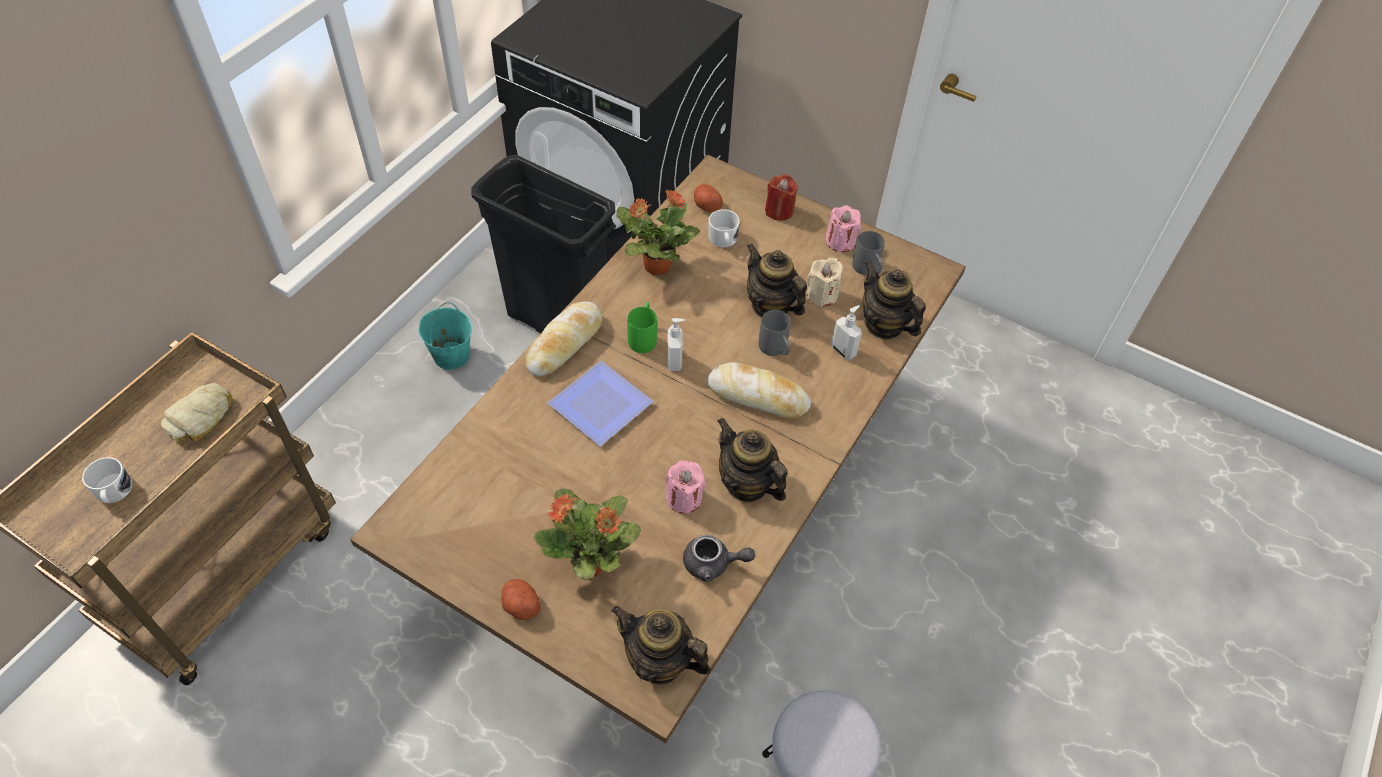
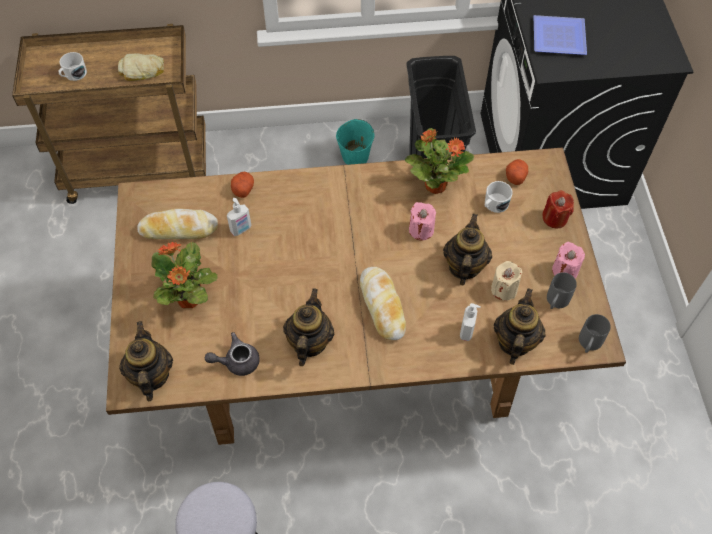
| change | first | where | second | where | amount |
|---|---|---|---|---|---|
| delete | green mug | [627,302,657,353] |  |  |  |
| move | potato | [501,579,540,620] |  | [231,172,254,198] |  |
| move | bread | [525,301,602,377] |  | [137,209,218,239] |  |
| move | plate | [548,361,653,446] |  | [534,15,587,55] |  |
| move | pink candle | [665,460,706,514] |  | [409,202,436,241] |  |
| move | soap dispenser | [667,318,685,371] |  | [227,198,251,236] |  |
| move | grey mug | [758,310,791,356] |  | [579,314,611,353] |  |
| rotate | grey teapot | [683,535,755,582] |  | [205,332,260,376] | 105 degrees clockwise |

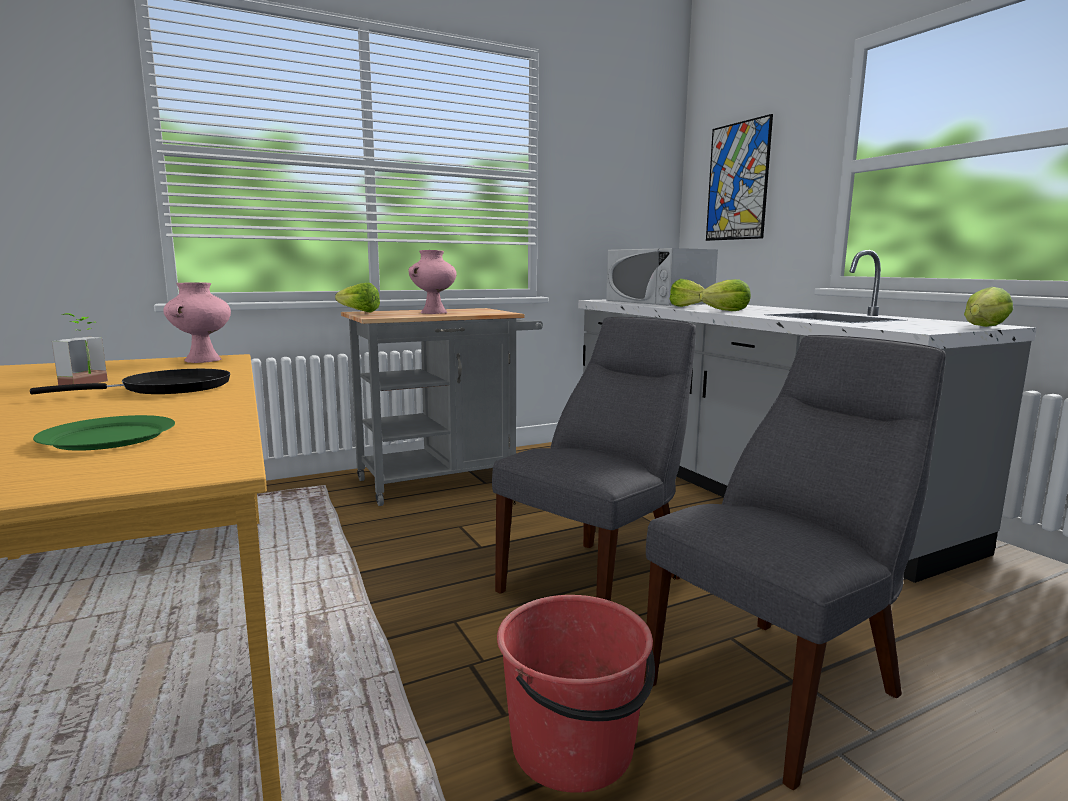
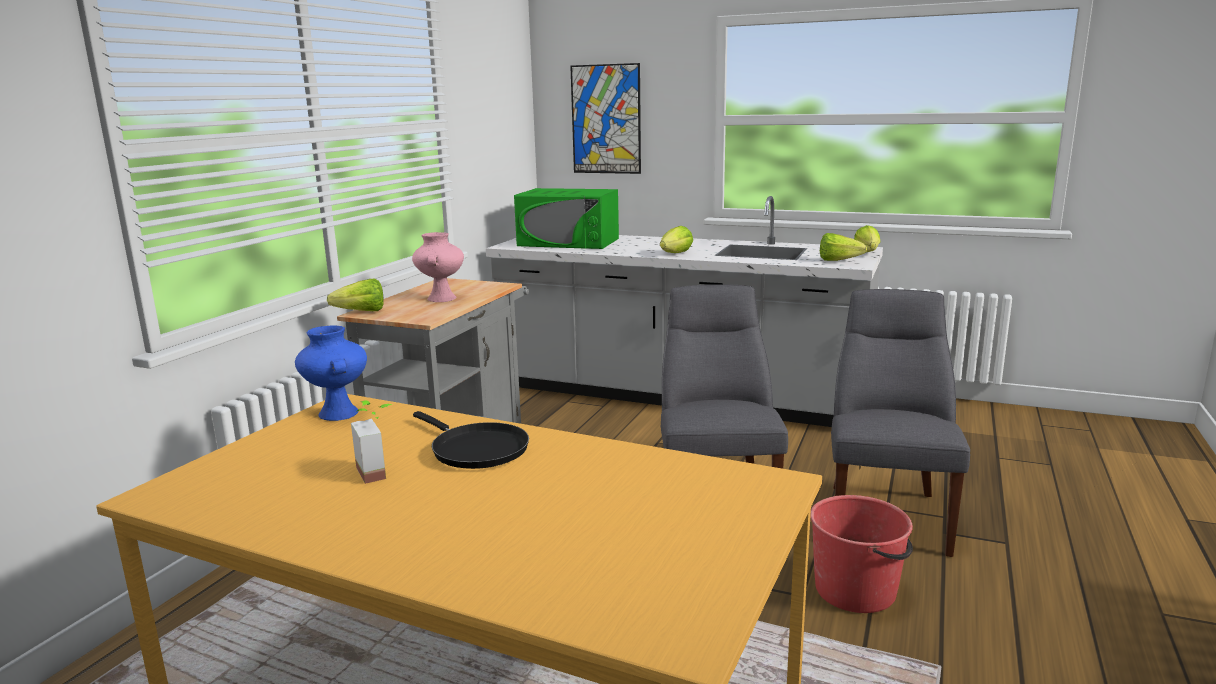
| change | first | where | second | where | amount |
|---|---|---|---|---|---|
| delete | green plate | [33,415,175,451] |  |  |  |
| move | lettuce | [670,279,704,307] |  | [820,233,867,261] |  |
| recolor | pink vase | [163,282,231,363] | blue vase | [295,325,367,421] |  |
| recolor | white microwave | [606,248,718,306] | green microwave | [514,188,619,249] |  |
| rotate | black frying pan | [30,369,231,394] |  | [413,411,529,469] | 120 degrees clockwise |

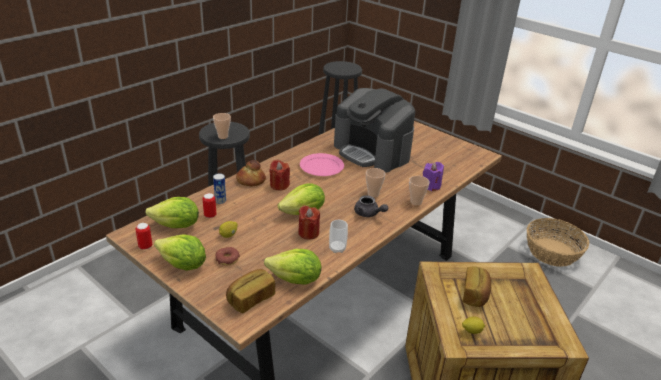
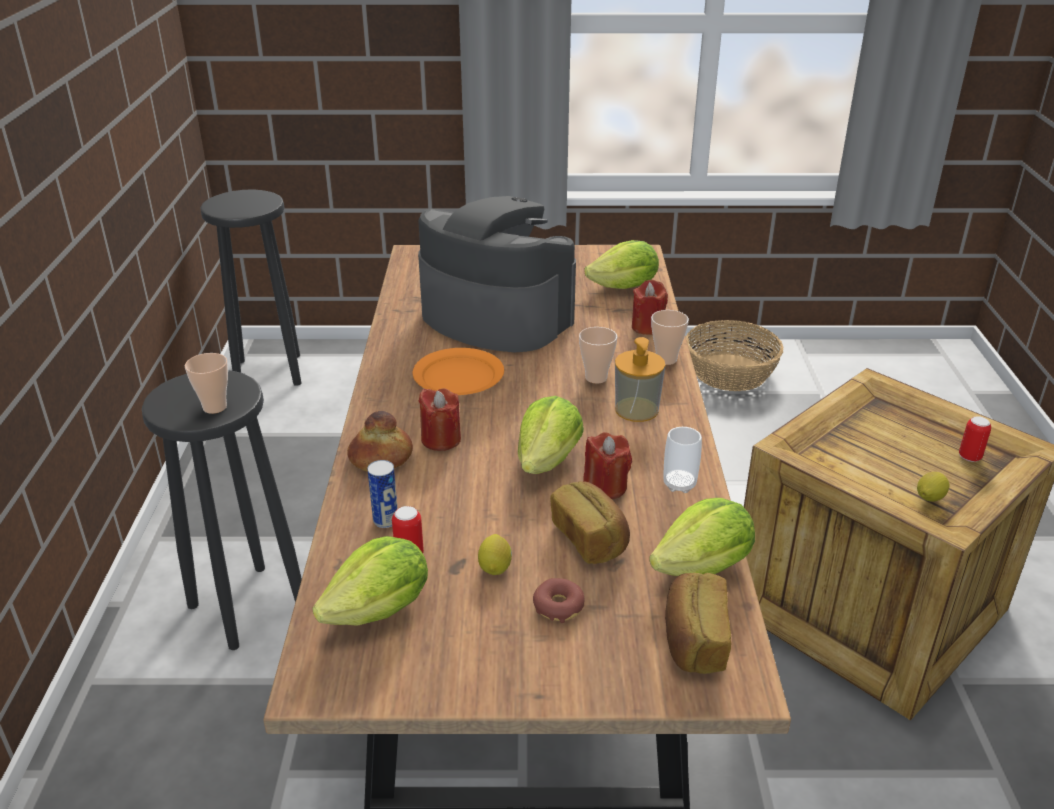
| change | first | where | second | where | amount |
|---|---|---|---|---|---|
| move | can | [136,223,152,250] |  | [959,416,991,462] |  |
| move | lettuce | [154,234,206,271] |  | [585,240,659,289] |  |
| move | bread | [463,266,491,307] |  | [550,481,630,564] |  |
| replace | grey teapot | [354,195,388,217] | soap dispenser | [615,337,665,422] |  |
| recolor | pink plate | [300,153,344,176] | orange plate | [413,348,504,395] |  |
| recolor | purple candle | [423,162,444,191] | red candle | [632,280,668,335] |  |
| rotate | coffee machine | [334,88,415,173] |  | [418,196,576,352] | 150 degrees counterclockwise |

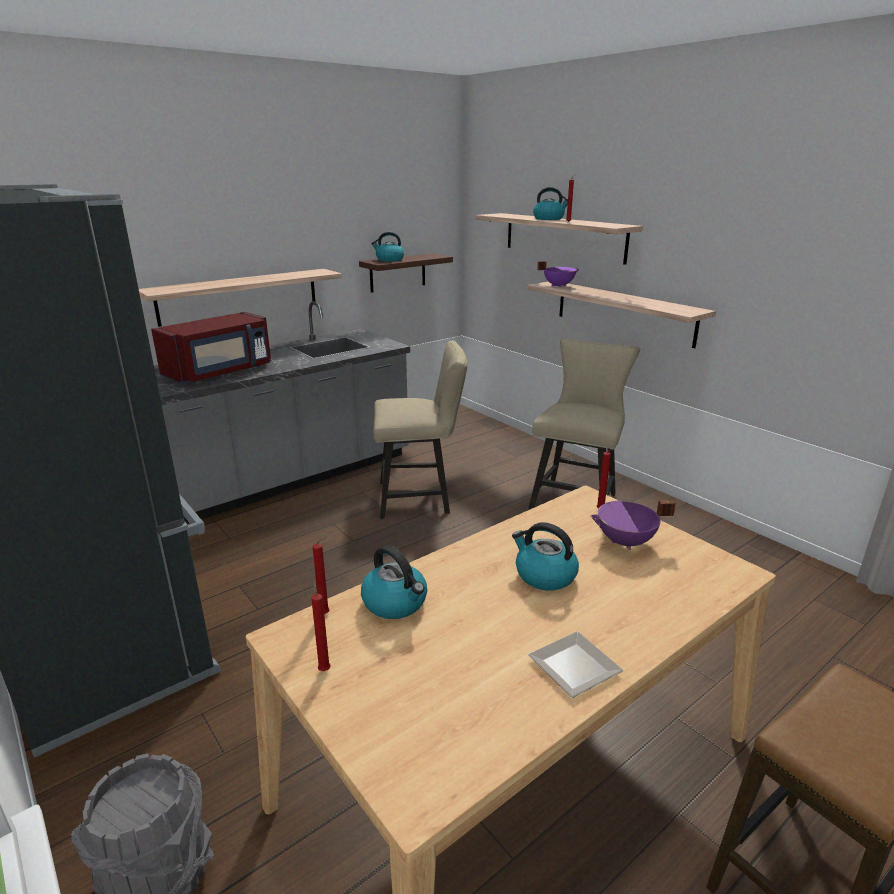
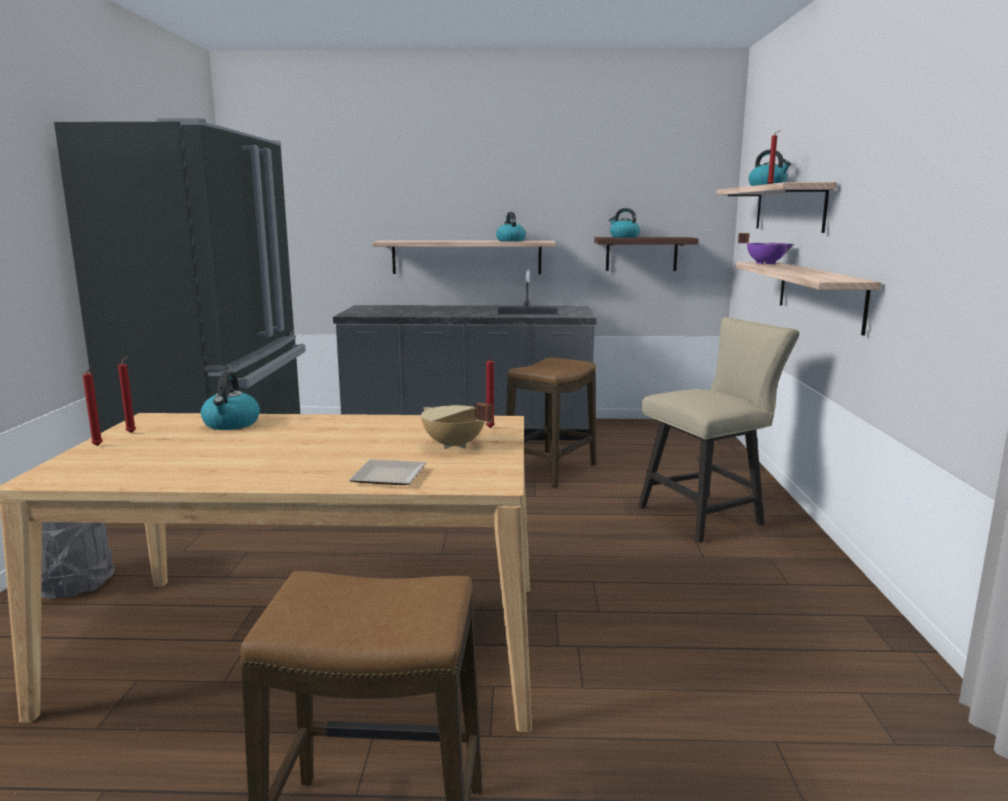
| change | first | where | second | where | amount |
|---|---|---|---|---|---|
| delete | red microwave | [151,312,271,384] |  |  |  |
| move | red candle | [312,536,329,614] |  | [83,367,103,446] |  |
| move | kettle | [512,522,579,591] |  | [496,212,526,242] |  |
| move | plate | [528,631,623,698] |  | [349,459,426,485] |  |
| replace | beige chair | [373,341,468,519] | stool | [506,357,596,489] |  |
| recolor | purple cooking pot | [590,500,676,550] | beige cooking pot | [421,402,492,449] |  |

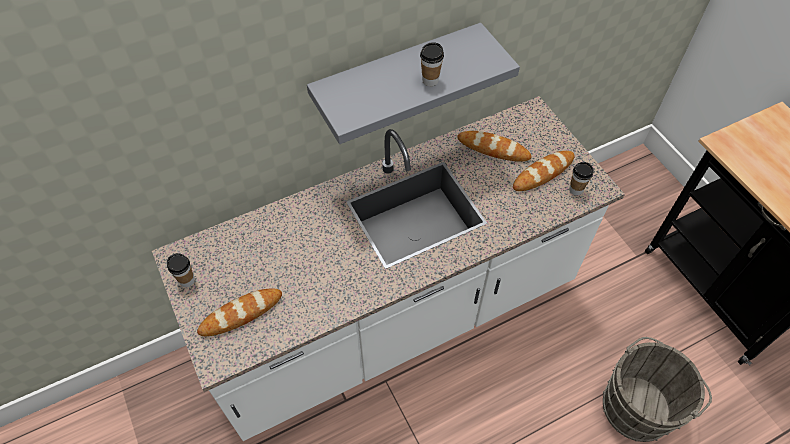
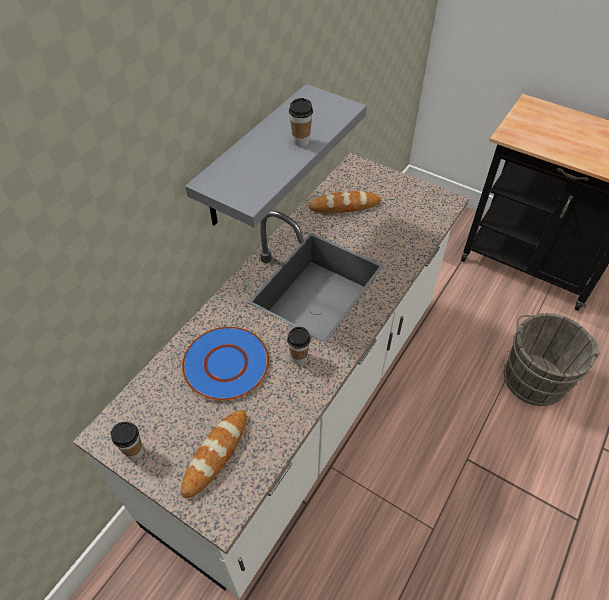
| change | first | where | second | where | amount |
|---|---|---|---|---|---|
| delete | bread | [513,151,575,191] |  |  |  |
| insert |  |  | blue plate | [182,327,269,401] |  |
| move | cup | [569,162,593,195] |  | [287,327,311,364] |  |

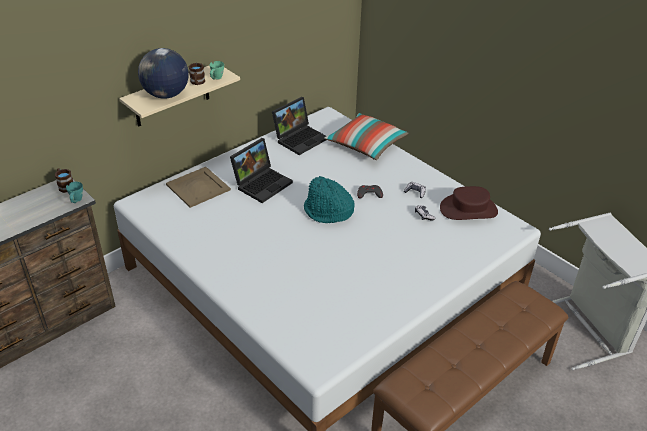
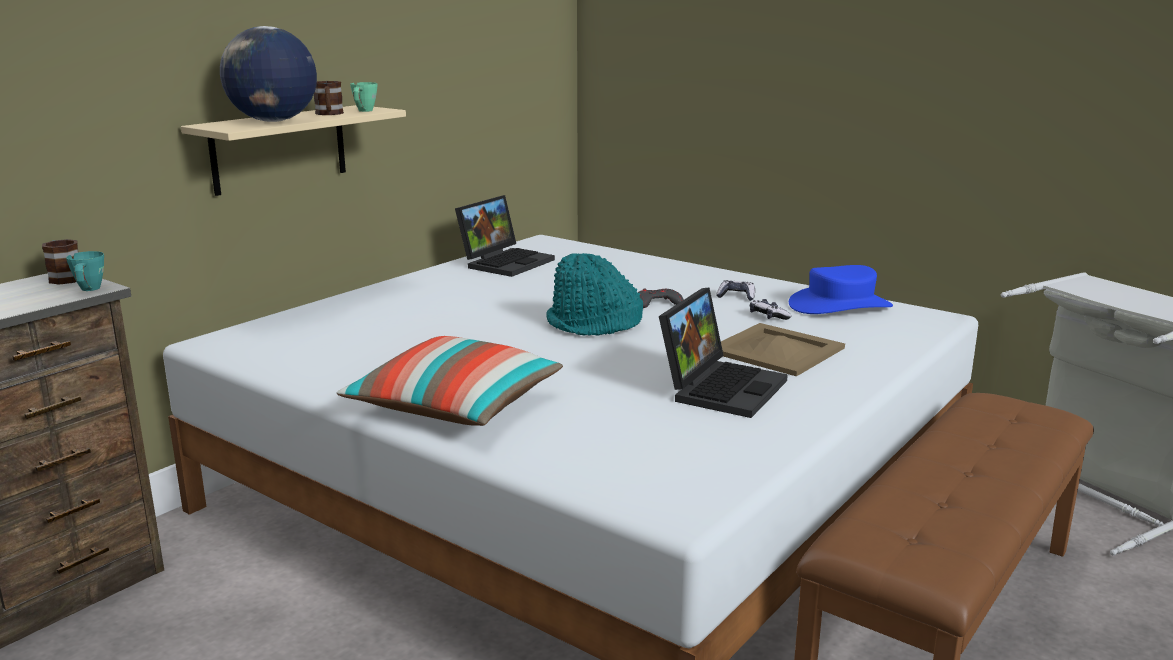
| change | first | where | second | where | amount |
|---|---|---|---|---|---|
| move | beige tray | [166,167,231,208] |  | [721,323,845,377] |  |
| move | laptop | [230,138,293,203] |  | [659,287,788,418] |  |
| move | pillow | [324,113,408,160] |  | [337,336,563,426] |  |
| recolor | brown hat | [440,186,498,220] | blue hat | [789,265,893,314] |  |

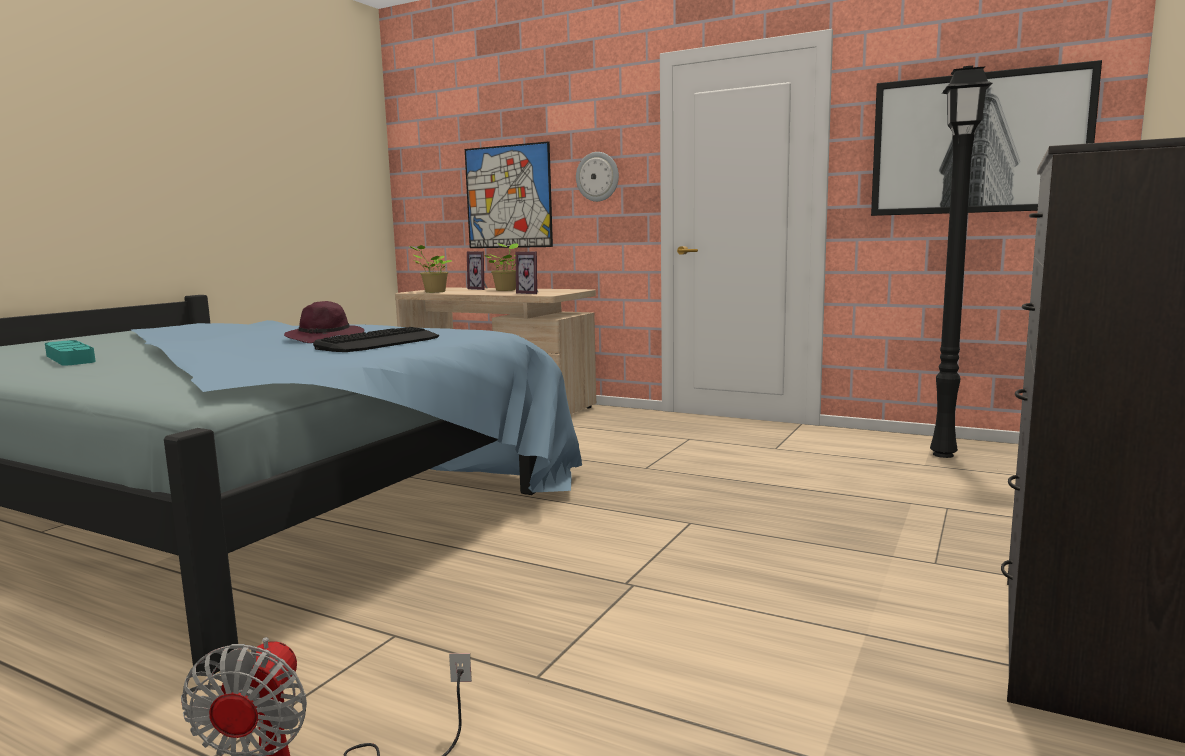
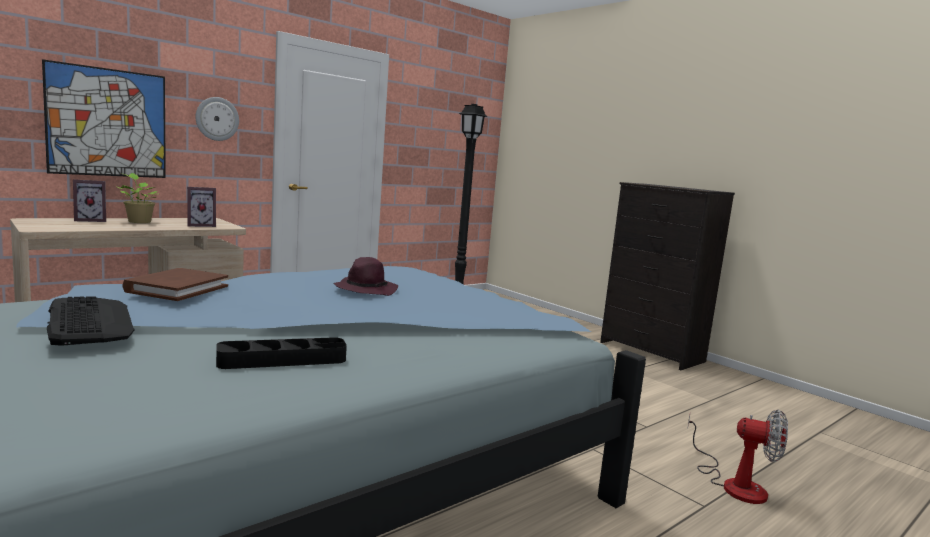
| change | first | where | second | where | amount |
|---|---|---|---|---|---|
| delete | potted plant | [410,245,452,293] |  |  |  |
| delete | picture | [871,60,1102,216] |  |  |  |
| insert |  |  | brown book | [123,268,228,301] |  |
| move | keyboard | [313,327,439,352] |  | [47,297,134,346] |  |
| recolor | turquoise tray | [45,340,96,366] | black tray | [216,337,347,369] |  |

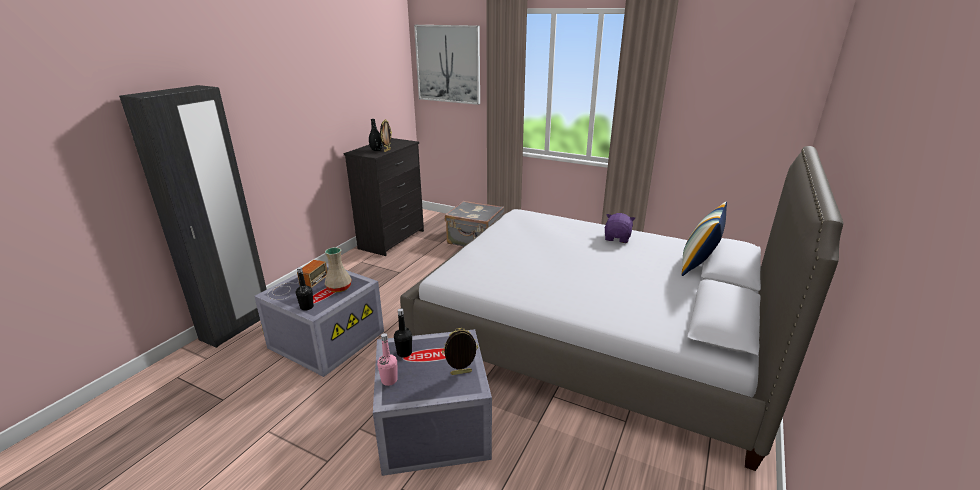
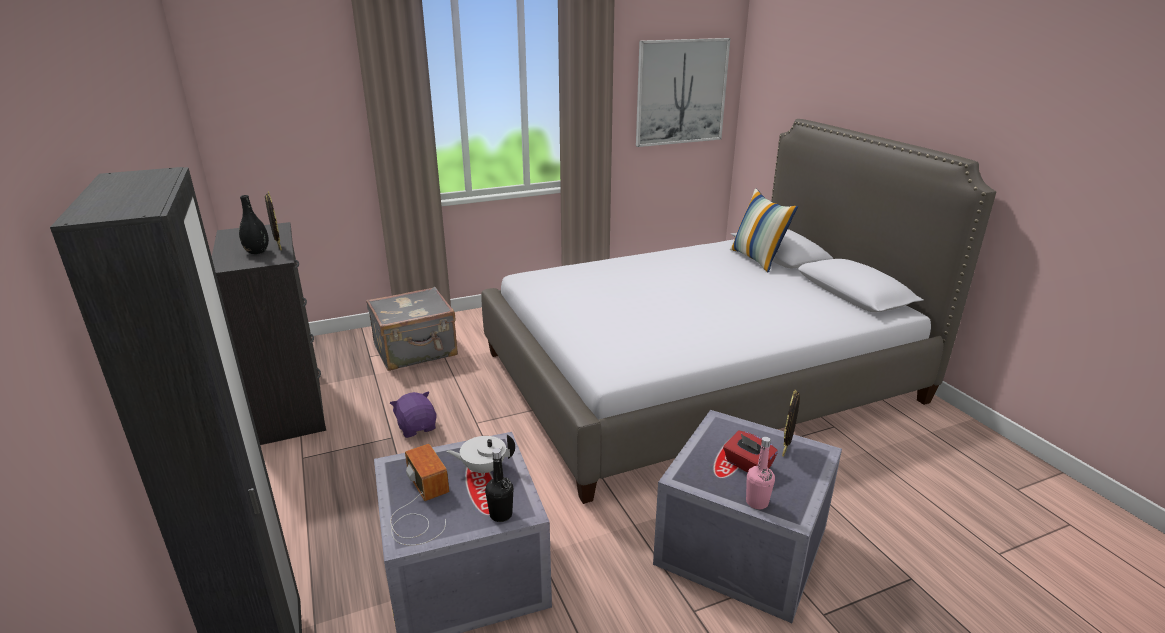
| change | first | where | second | where | amount |
|---|---|---|---|---|---|
| delete | black bottle | [394,308,412,358] |  |  |  |
| insert |  |  | red tissue box | [723,431,778,473] |  |
| move | picture | [414,25,480,105] |  | [636,38,730,147] |  |
| move | purple plush toy | [605,213,636,243] |  | [390,392,437,438] |  |
| replace | beige vase | [325,247,352,292] | white teapot | [446,435,515,476] |  |

